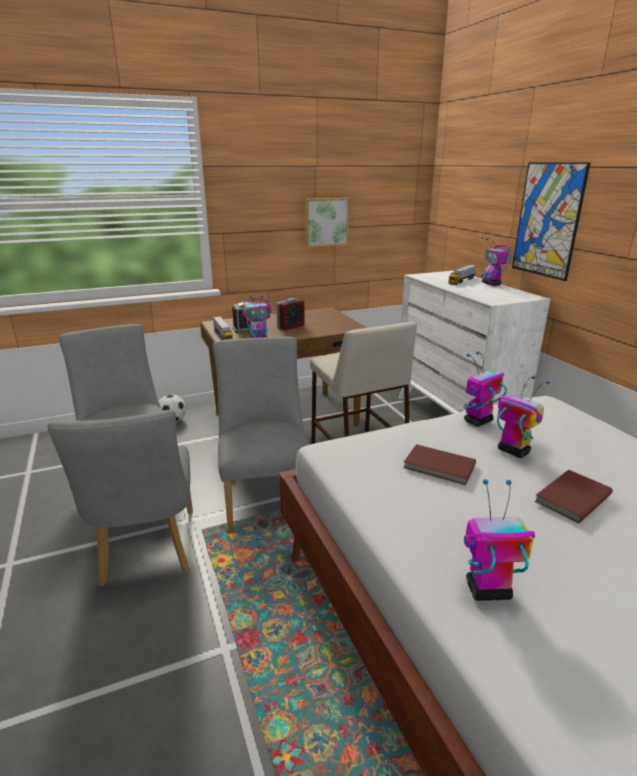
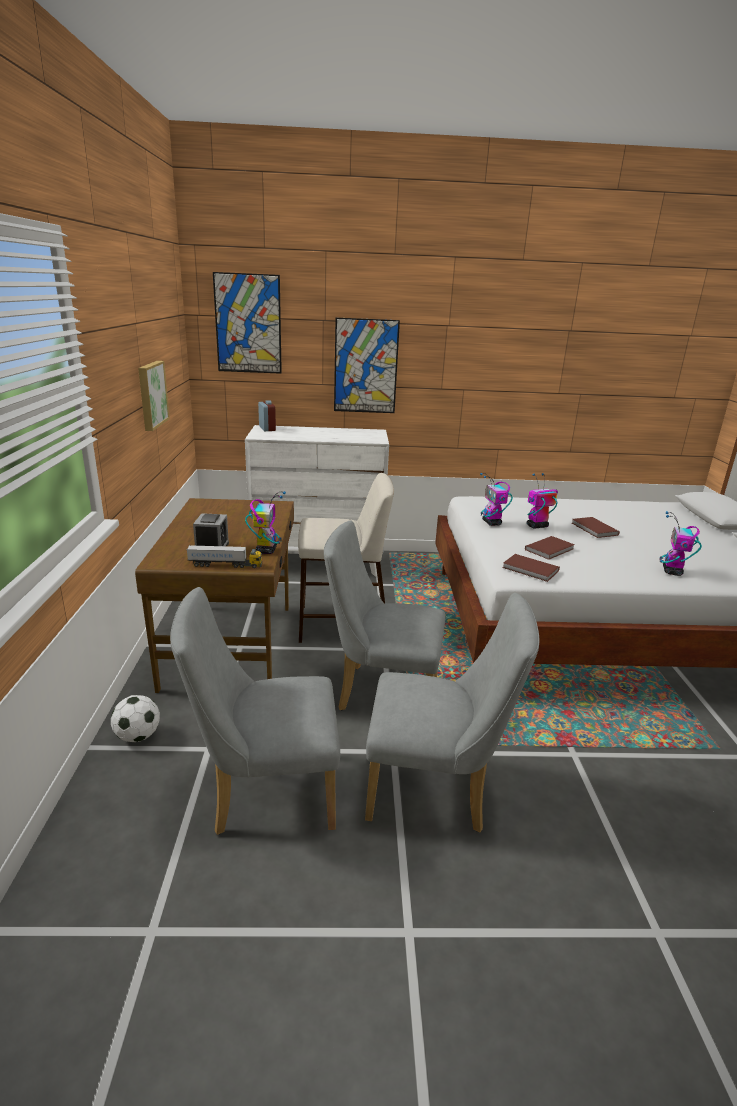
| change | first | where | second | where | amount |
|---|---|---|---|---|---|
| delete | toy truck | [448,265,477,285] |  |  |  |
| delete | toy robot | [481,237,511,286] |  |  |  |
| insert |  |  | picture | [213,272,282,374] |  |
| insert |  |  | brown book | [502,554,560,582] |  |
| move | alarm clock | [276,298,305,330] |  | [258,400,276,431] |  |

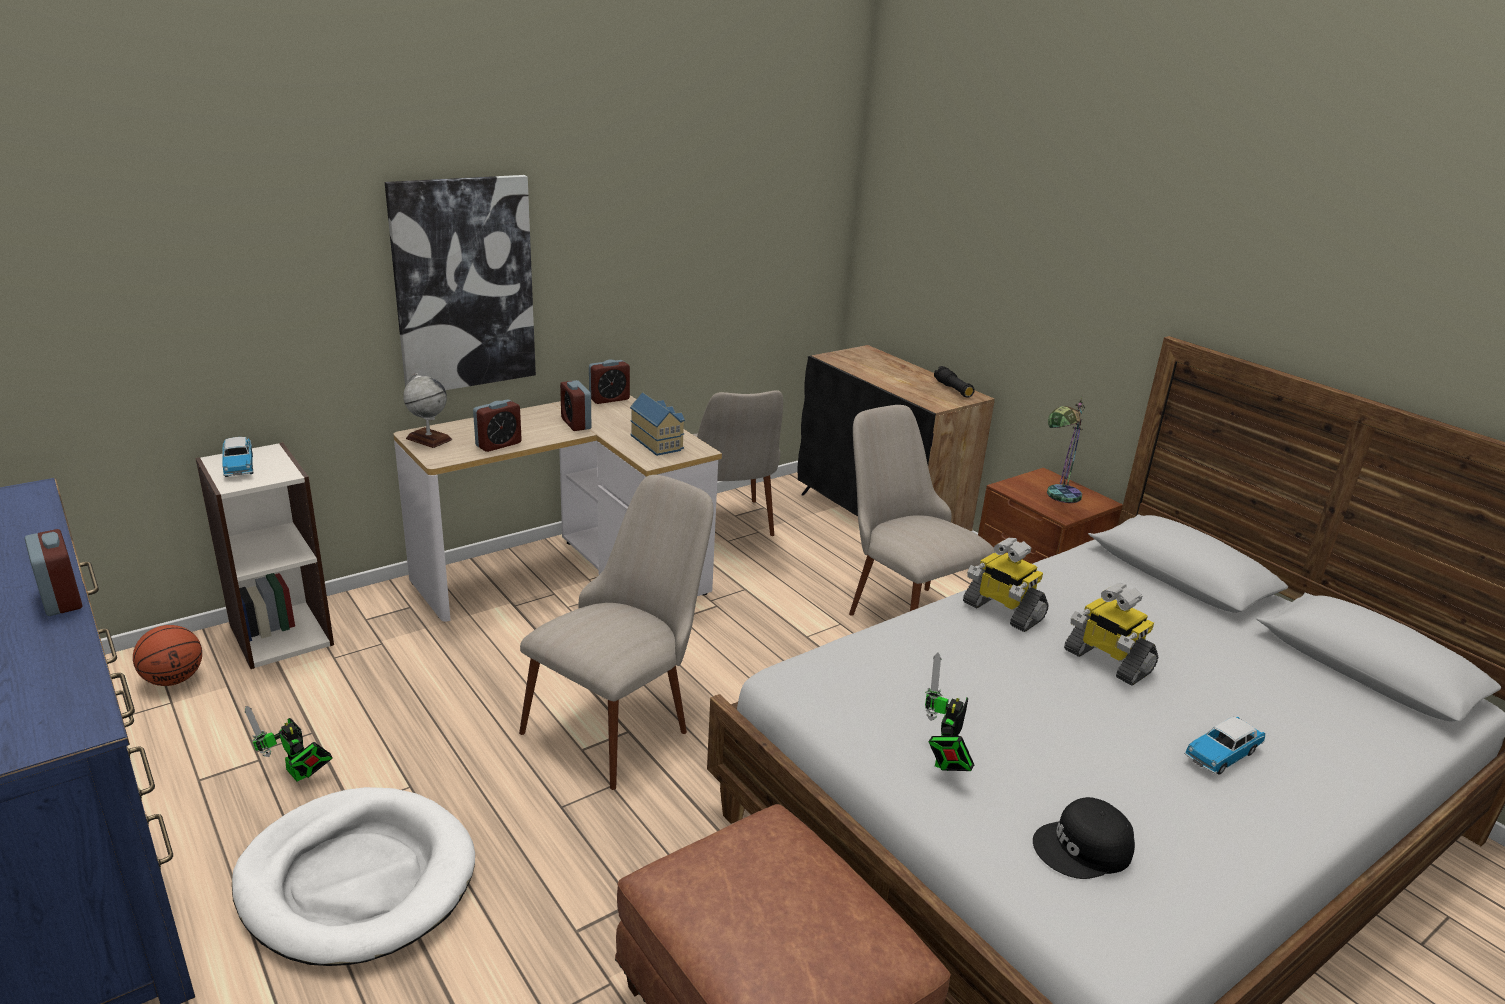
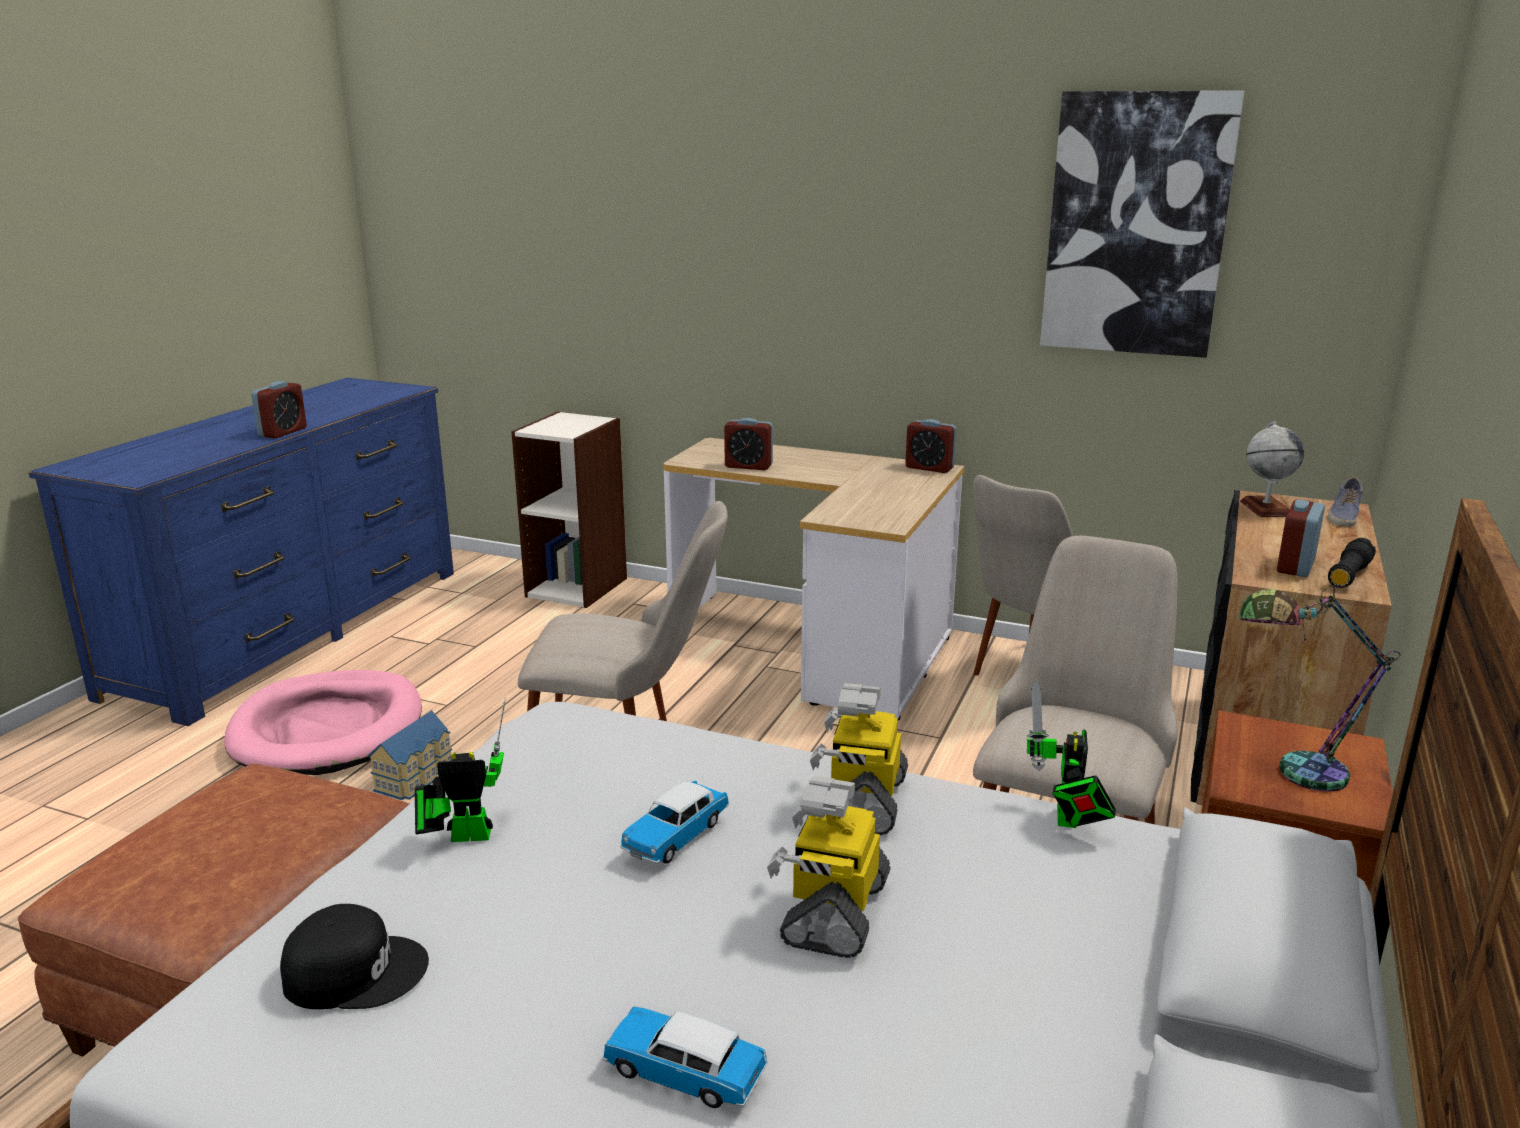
| change | first | where | second | where | amount |
|---|---|---|---|---|---|
| delete | basketball | [133,625,202,686] |  |  |  |
| insert |  |  | shoe | [1328,477,1363,527] |  |
| move | toy car | [222,437,253,477] |  | [620,781,729,864] |  |
| move | toy robot | [245,706,333,781] |  | [1026,682,1116,828] |  |
| move | picture | [385,175,536,390] |  | [1040,91,1244,358] |  |
| move | globe | [403,373,452,448] |  | [1240,422,1304,517] |  |
| move | alarm clock | [560,380,591,431] |  | [1277,500,1325,577] |  |
| move | toy house | [630,392,685,456] |  | [368,710,452,800] |  |
| recolor | white dog bed | [232,787,475,966] | pink dog bed | [224,670,422,775] |  |
| rotate | black cap | [1033,797,1135,879] |  | [280,904,429,1009] | 135 degrees clockwise |

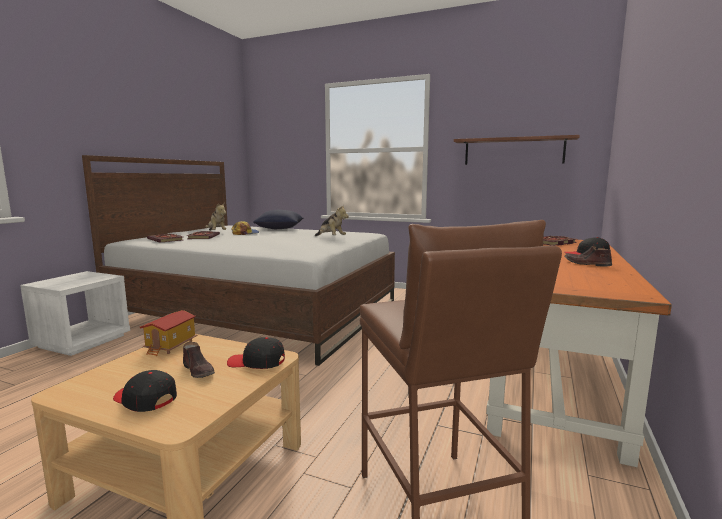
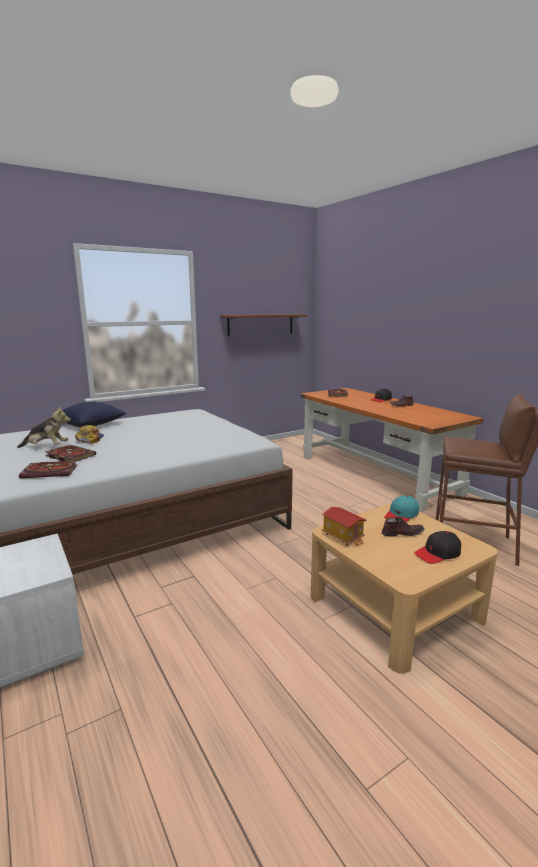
| change | first | where | second | where | amount |
|---|---|---|---|---|---|
| delete | plush toy | [315,205,349,236] |  |  |  |
| recolor | black cap | [227,337,285,369] | turquoise cap | [384,495,419,522] |  |

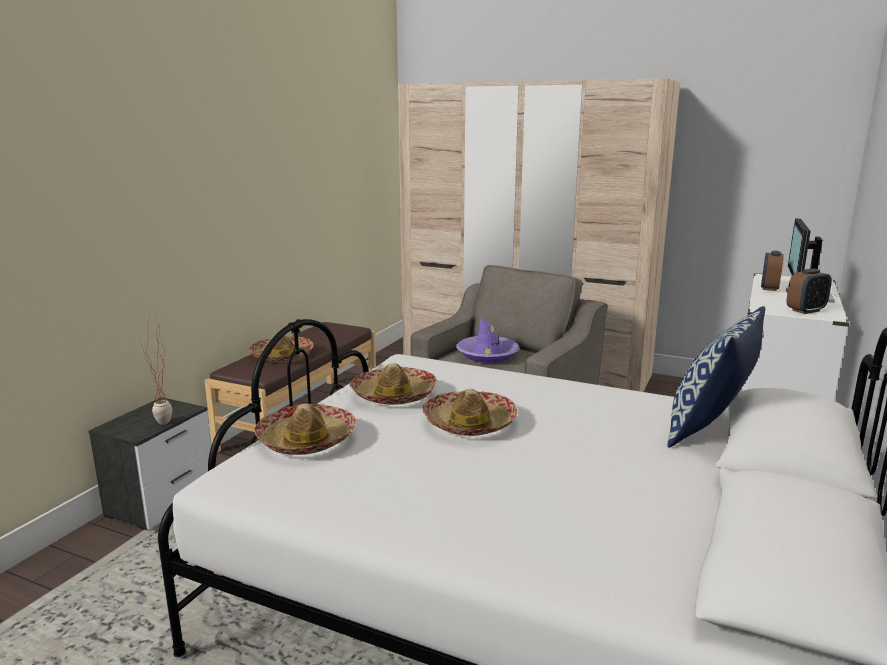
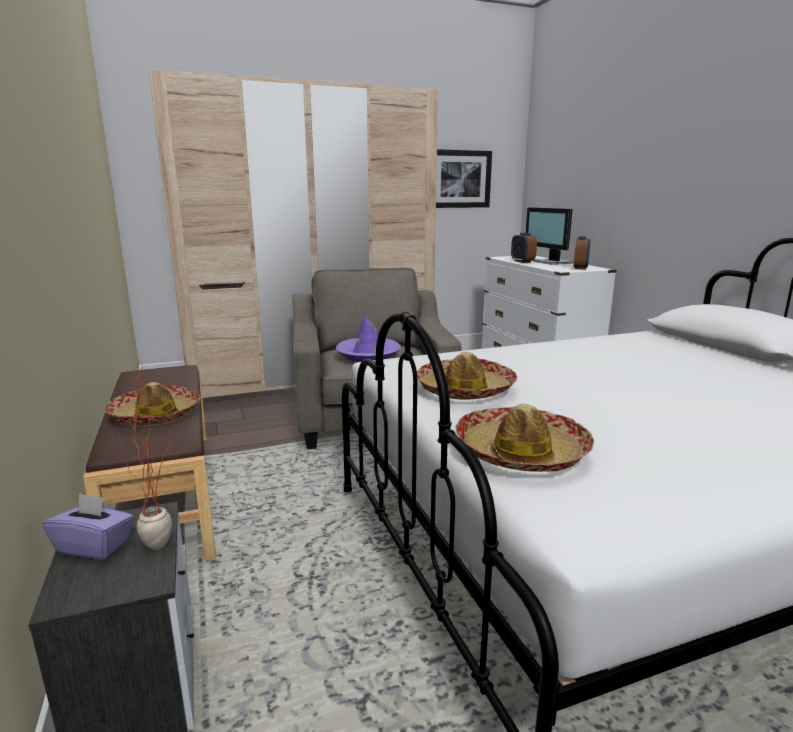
| change | first | where | second | where | amount |
|---|---|---|---|---|---|
| delete | hat | [423,389,517,436] |  |  |  |
| delete | pillow | [667,306,765,448] |  |  |  |
| insert |  |  | purple tissue box | [42,493,134,560] |  |
| insert |  |  | picture | [436,149,492,208] |  |

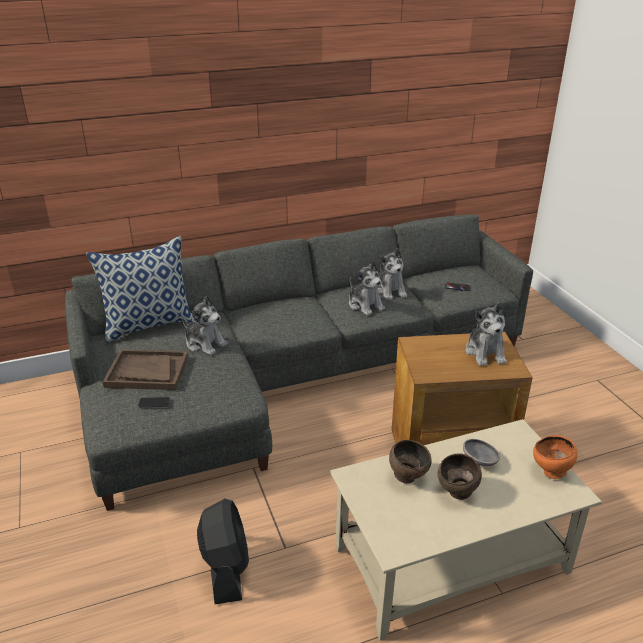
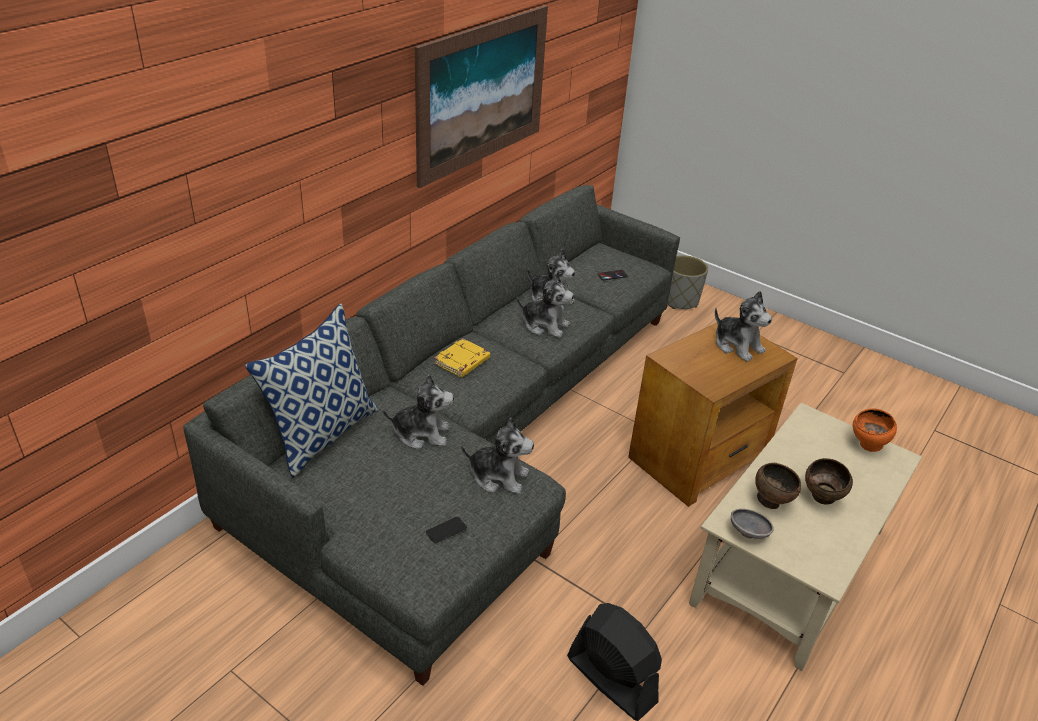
| change | first | where | second | where | amount |
|---|---|---|---|---|---|
| delete | brown tray | [103,349,189,390] |  |  |  |
| insert |  |  | picture | [415,5,548,188] |  |
| insert |  |  | yellow book | [434,338,490,377] |  |
| insert |  |  | plush toy | [461,417,534,494] |  |
| insert |  |  | grey planter | [668,255,708,309] |  |
| move | grey bowl | [463,439,500,466] |  | [731,509,774,539] |  |

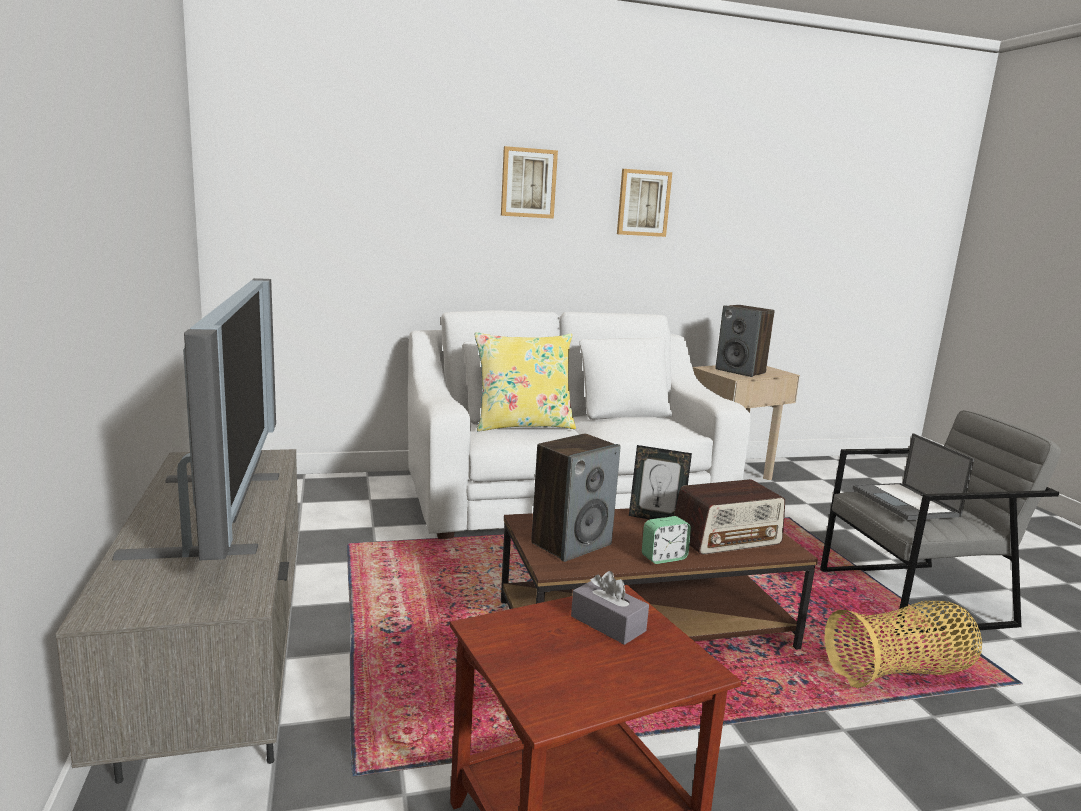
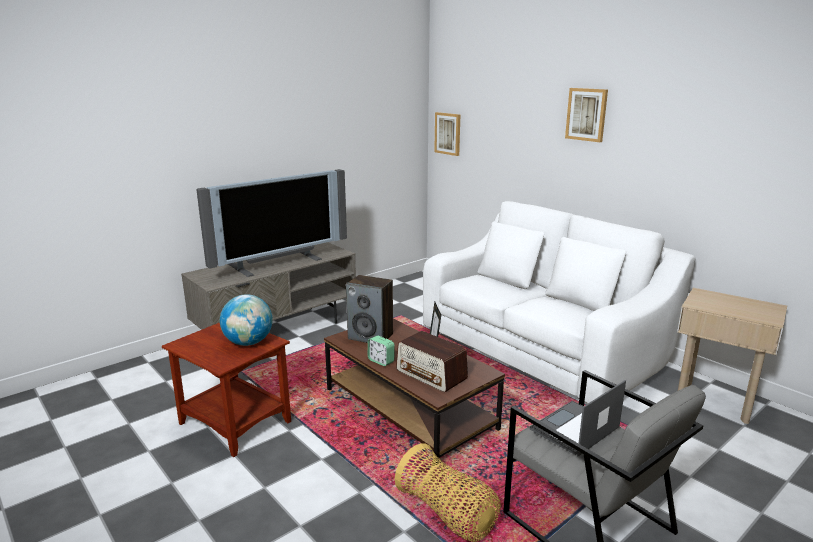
| change | first | where | second | where | amount |
|---|---|---|---|---|---|
| delete | yellow pillow | [474,332,576,432] |  |  |  |
| delete | speaker | [715,305,775,377] |  |  |  |
| move | picture | [617,169,672,237] |  | [434,112,460,156] |  |
| replace | grey tissue box | [571,571,649,645] | globe | [220,294,273,346] |  |

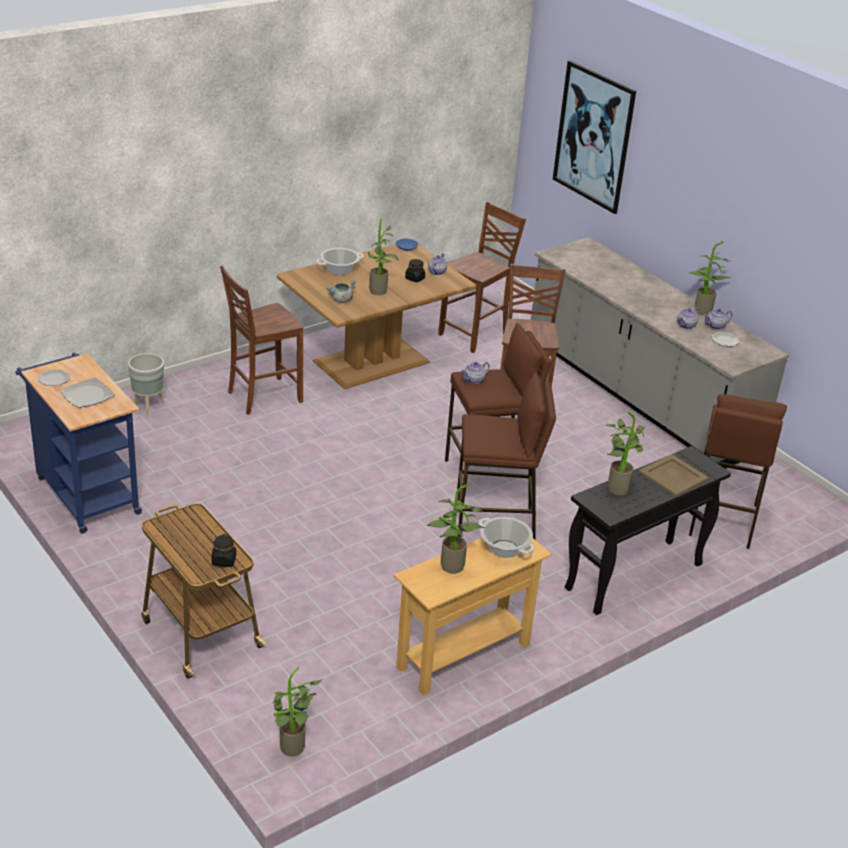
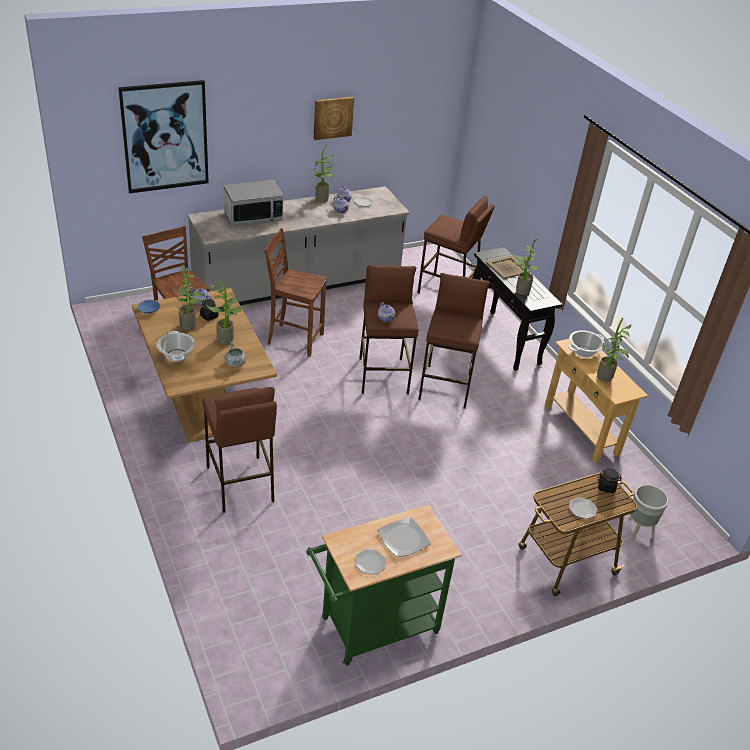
| change | first | where | second | where | amount |
|---|---|---|---|---|---|
| insert |  |  | microwave | [223,180,283,226] |  |
| insert |  |  | picture | [314,97,354,140] |  |
| insert |  |  | plate | [569,497,597,519] |  |
| move | grey planter | [128,353,164,417] |  | [628,484,669,540] |  |
| move | potted plant | [272,666,323,757] |  | [176,265,205,331] |  |
| replace | brown chair | [220,265,303,415] | brown stool | [202,387,277,513] |  |
| recolor | blue cart | [15,353,142,534] | green cart | [306,505,461,666] |  |

